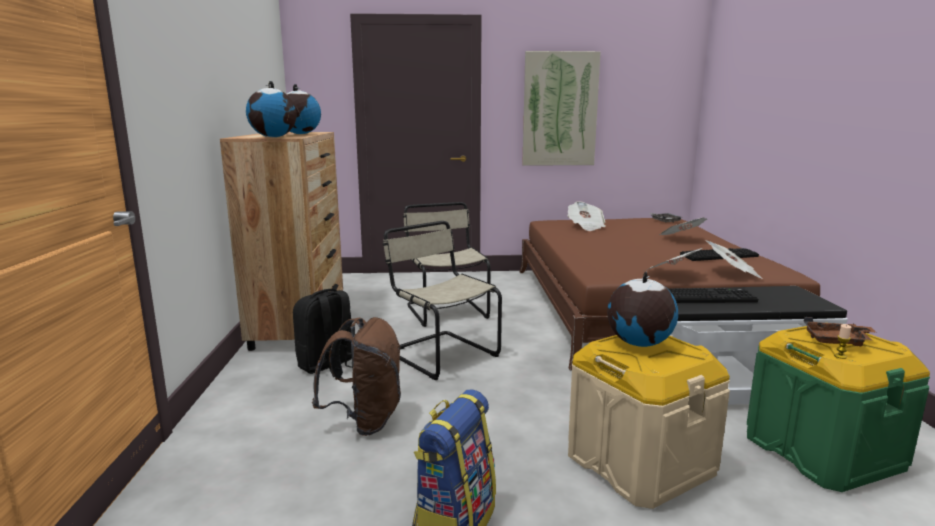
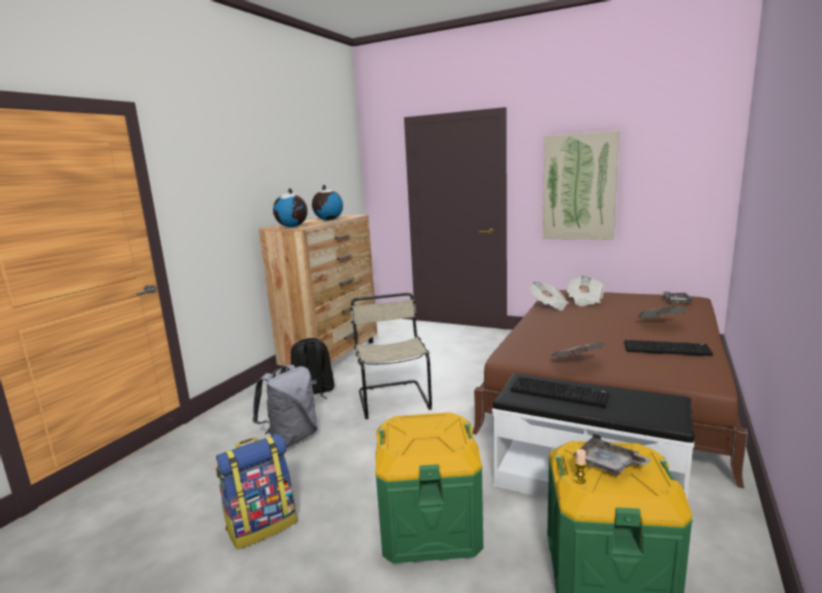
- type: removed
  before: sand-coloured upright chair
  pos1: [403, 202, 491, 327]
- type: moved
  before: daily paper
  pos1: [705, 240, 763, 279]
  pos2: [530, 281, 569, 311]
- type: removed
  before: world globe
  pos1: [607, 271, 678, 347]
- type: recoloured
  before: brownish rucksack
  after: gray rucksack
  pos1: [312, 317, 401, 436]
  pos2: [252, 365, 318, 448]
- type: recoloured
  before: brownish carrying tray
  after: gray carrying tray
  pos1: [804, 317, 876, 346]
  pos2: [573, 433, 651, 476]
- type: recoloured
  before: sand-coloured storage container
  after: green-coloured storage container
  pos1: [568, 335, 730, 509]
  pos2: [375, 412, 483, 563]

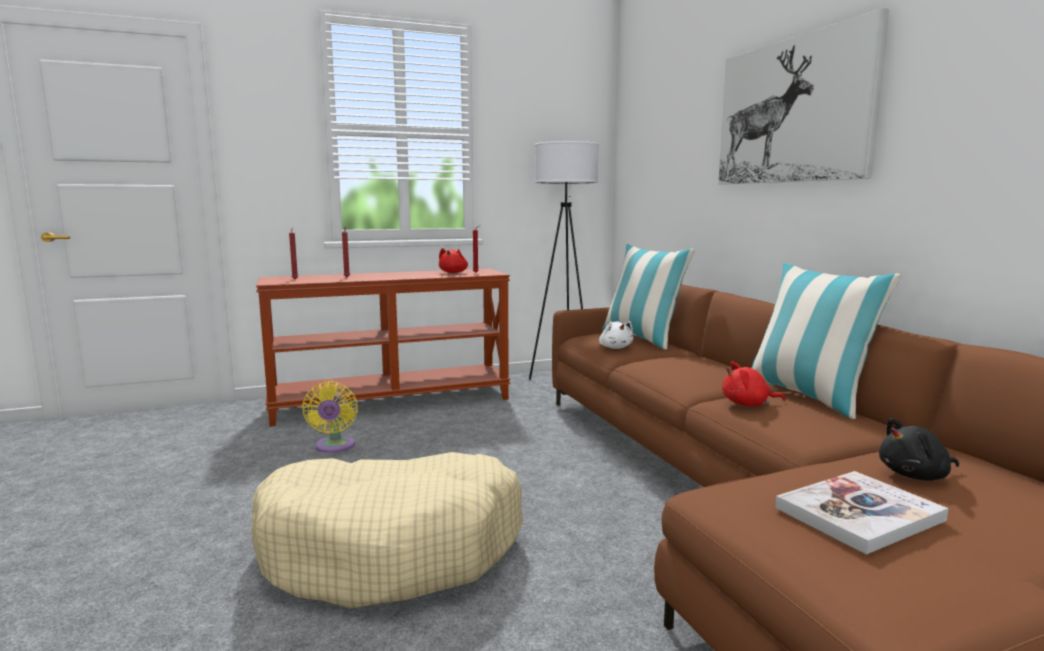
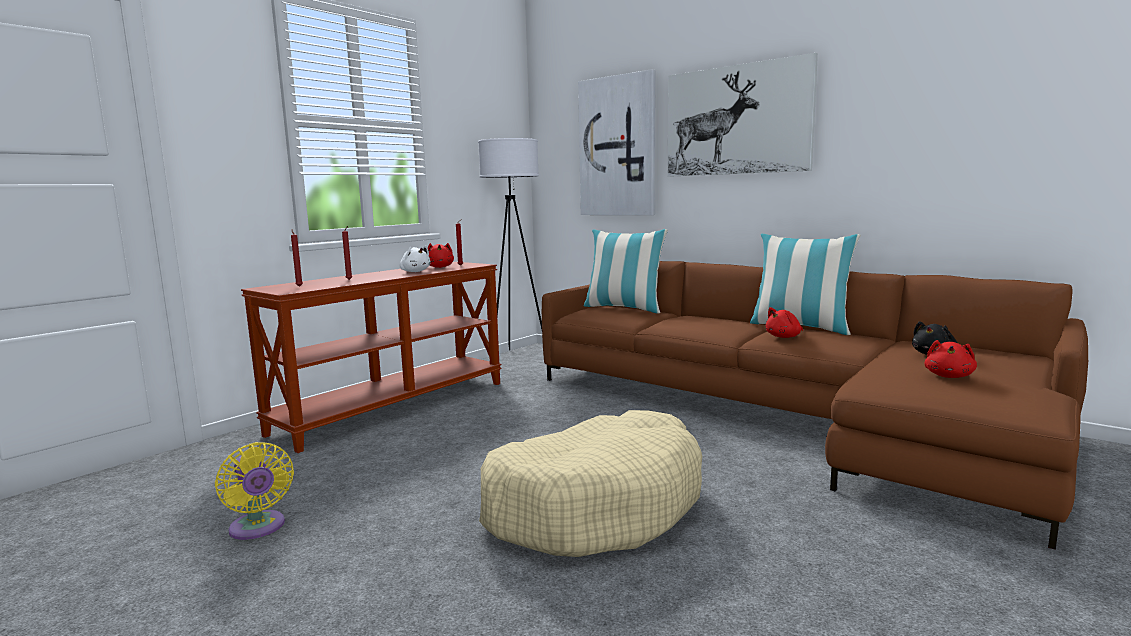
- type: moved
  before: whitish soft toy
  pos1: [599, 321, 633, 349]
  pos2: [400, 246, 431, 272]
- type: moved
  before: yellow fan
  pos1: [302, 381, 358, 453]
  pos2: [215, 442, 294, 540]
- type: replaced
  before: bound book
  after: red-coloured soft toy
  pos1: [775, 471, 949, 555]
  pos2: [924, 340, 977, 378]
- type: added
  after: picture
  pos2: [578, 69, 655, 215]

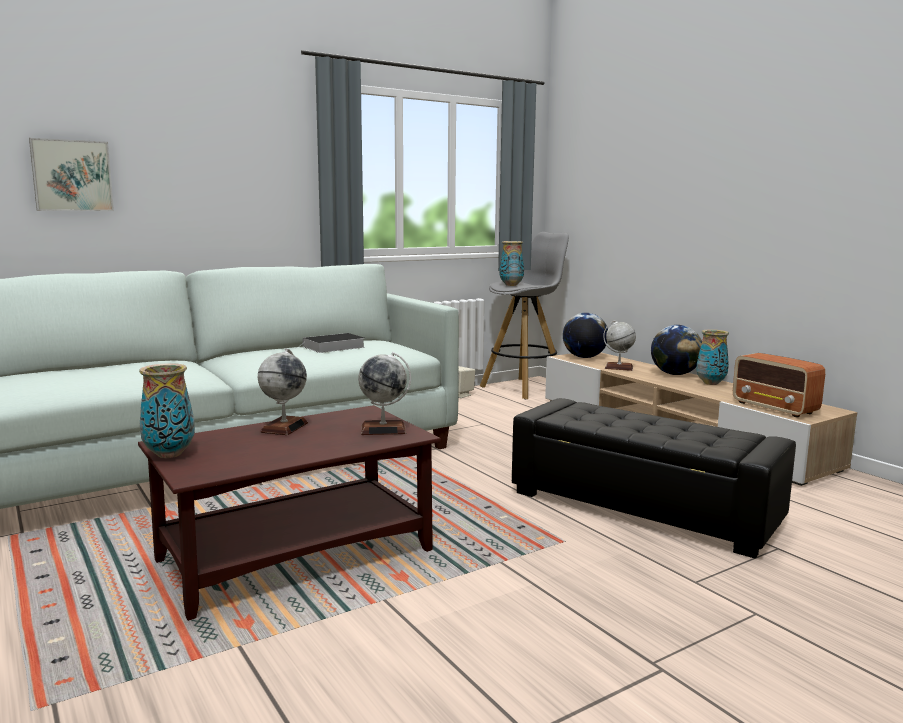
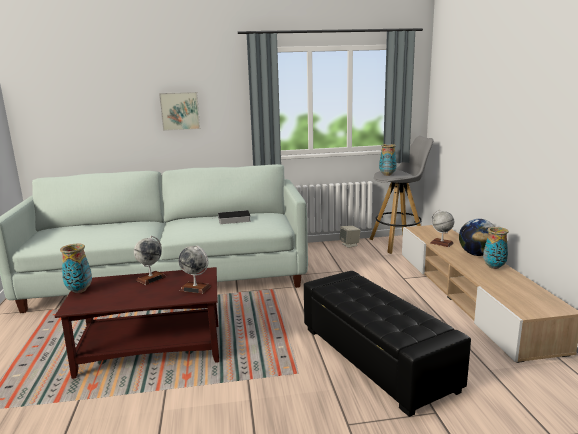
- type: moved
  before: picture
  pos1: [29, 138, 114, 211]
  pos2: [159, 92, 200, 131]
- type: removed
  before: world globe
  pos1: [563, 313, 608, 358]
- type: removed
  before: radio receiver
  pos1: [733, 353, 825, 418]

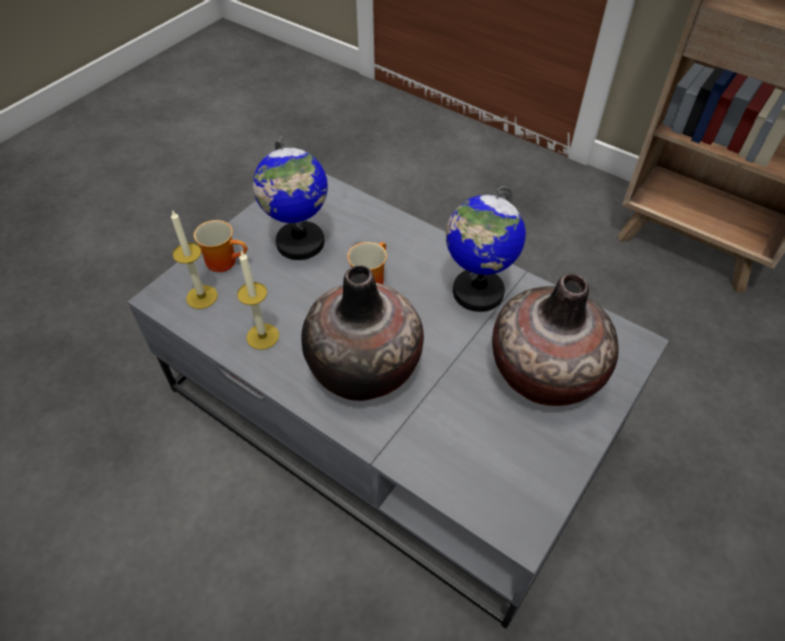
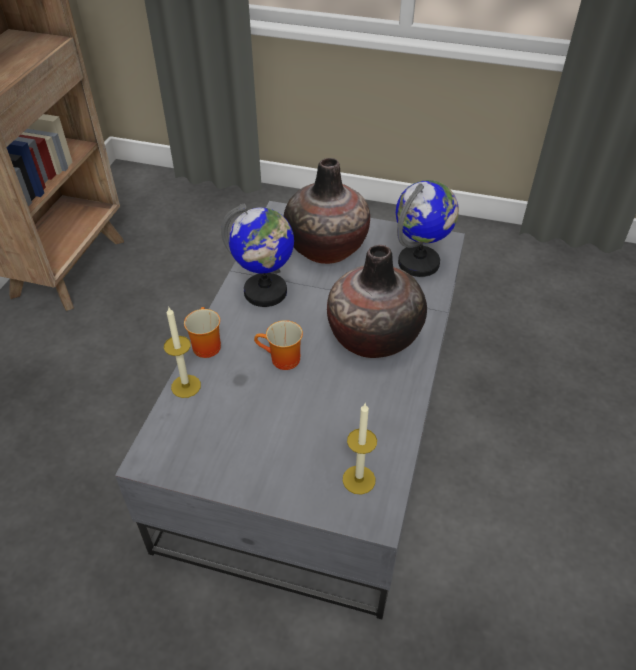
- type: moved
  before: world globe
  pos1: [253, 136, 328, 260]
  pos2: [396, 180, 459, 277]
- type: moved
  before: mug
  pos1: [194, 220, 247, 272]
  pos2: [184, 307, 221, 358]
- type: moved
  before: candle
  pos1: [237, 250, 279, 350]
  pos2: [164, 307, 201, 398]

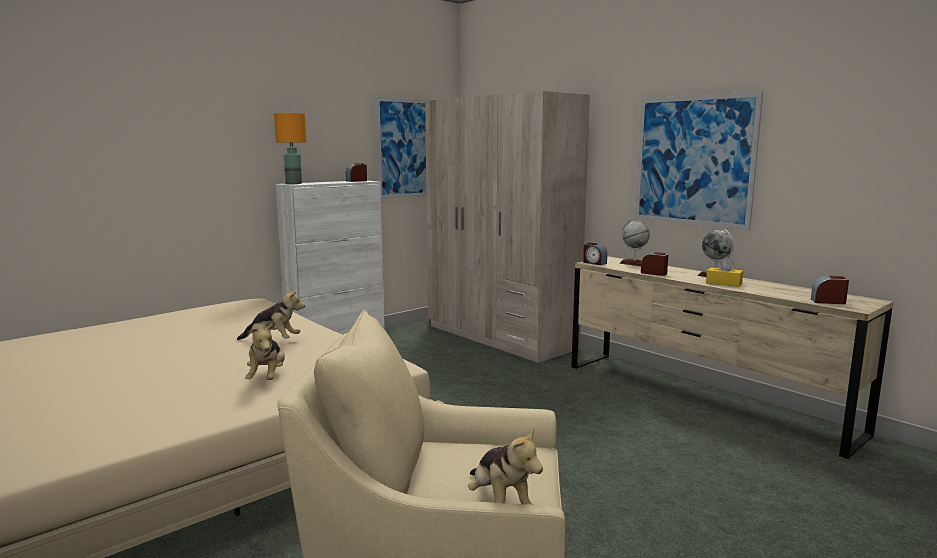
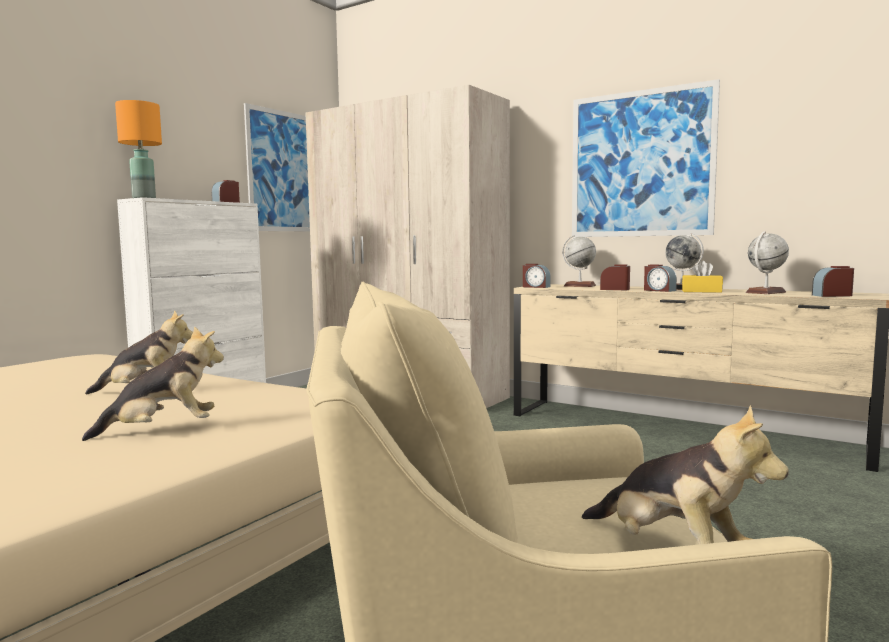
- type: turned
  before: soft toy
  pos1: [245, 323, 285, 380]
  pos2: [82, 326, 224, 441]
  turn: -90
- type: added
  after: world globe
  pos2: [745, 231, 789, 294]
- type: added
  after: alarm clock
  pos2: [644, 265, 677, 292]

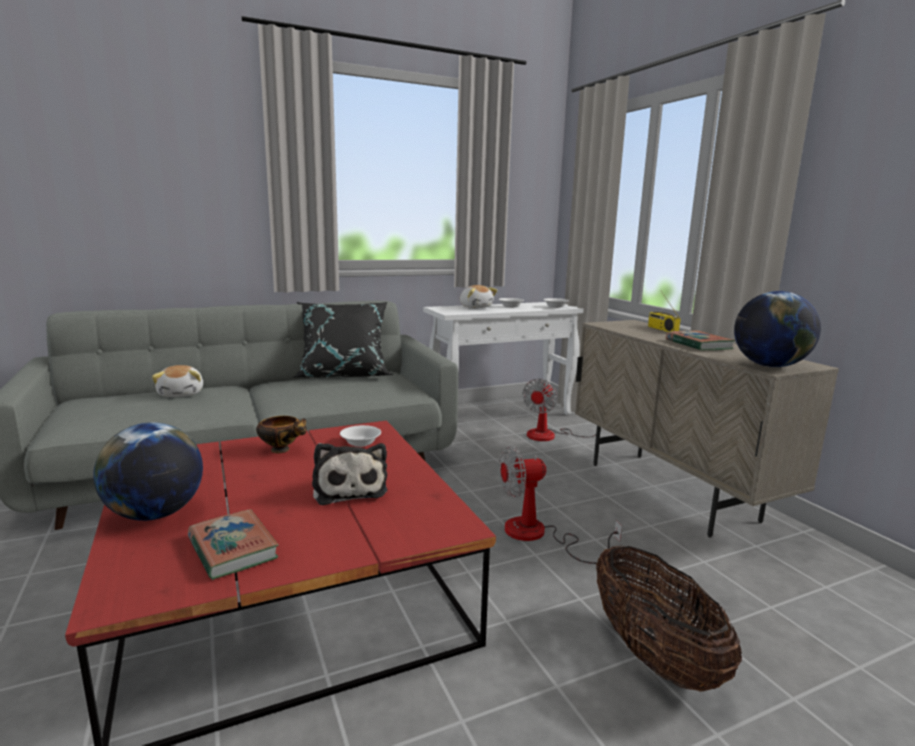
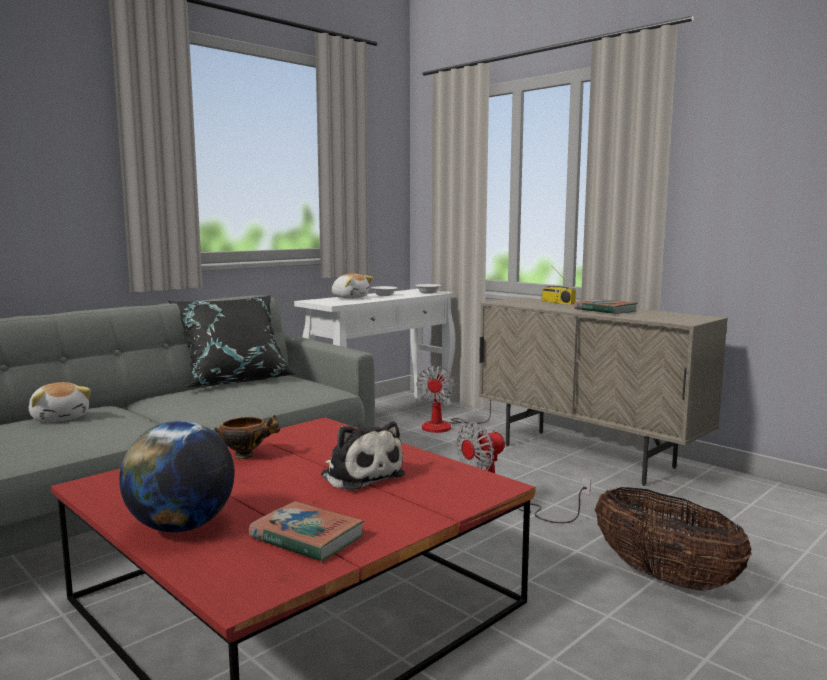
- type: removed
  before: world globe
  pos1: [734, 291, 821, 367]
- type: removed
  before: whitish deep dish
  pos1: [340, 425, 381, 447]

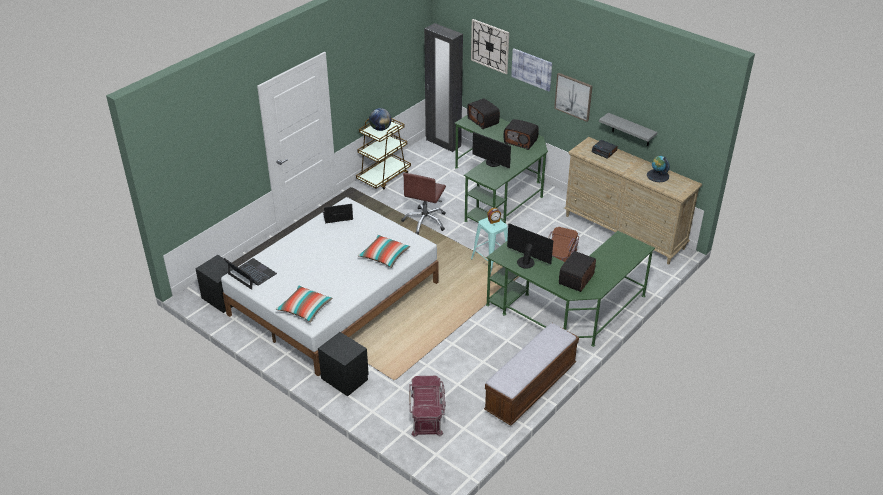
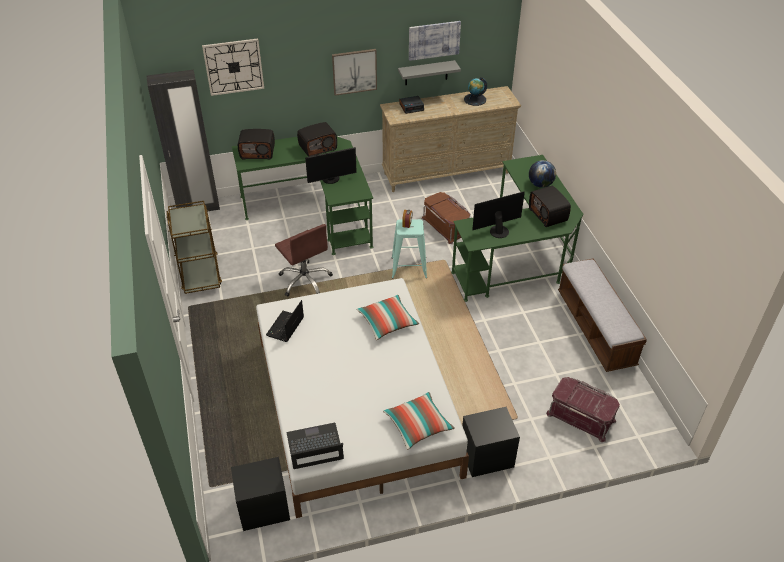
- type: moved
  before: picture
  pos1: [511, 48, 552, 92]
  pos2: [409, 21, 461, 61]
- type: moved
  before: world globe
  pos1: [369, 108, 391, 131]
  pos2: [529, 160, 556, 188]

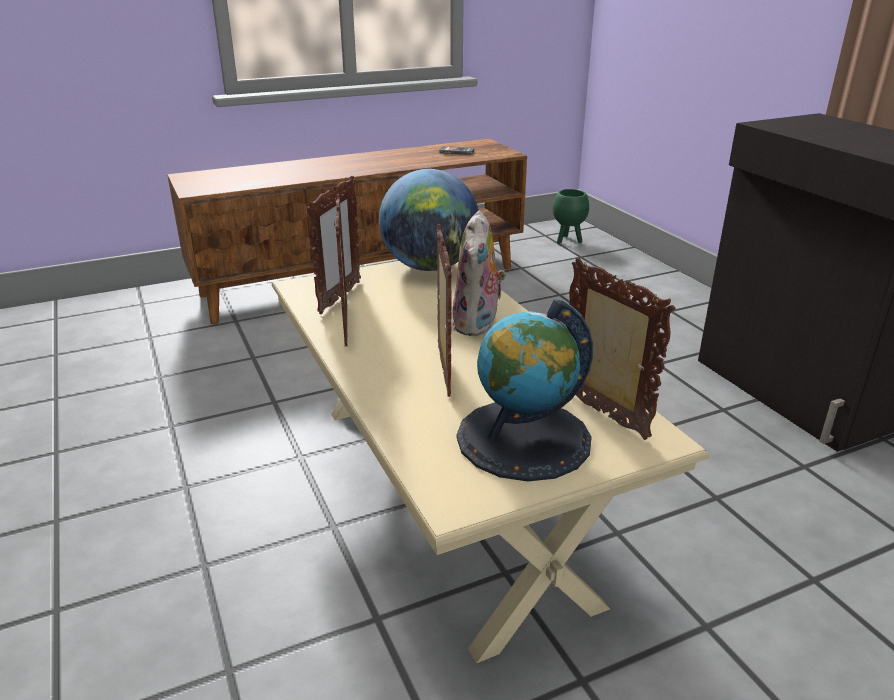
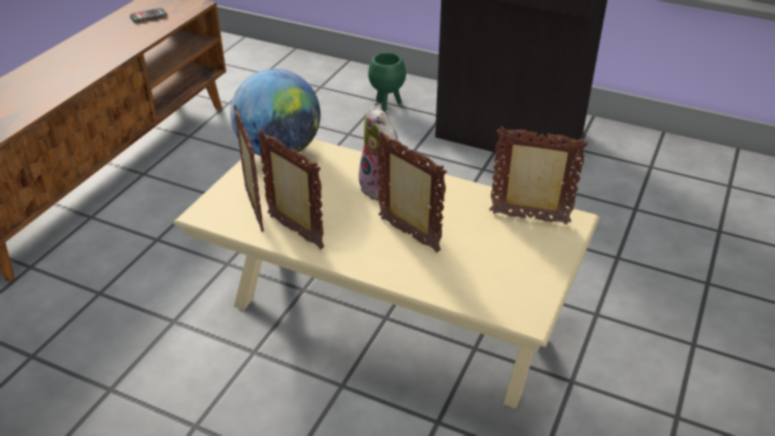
- type: moved
  before: green-coloured planter
  pos1: [553, 189, 589, 244]
  pos2: [368, 53, 406, 112]
- type: removed
  before: world globe
  pos1: [457, 300, 593, 482]

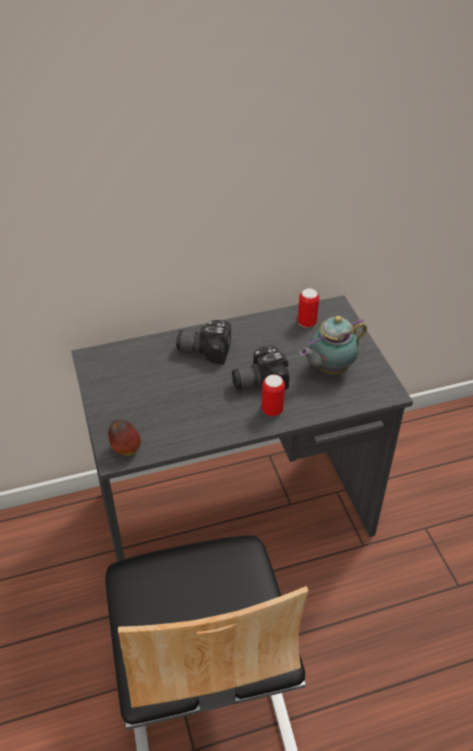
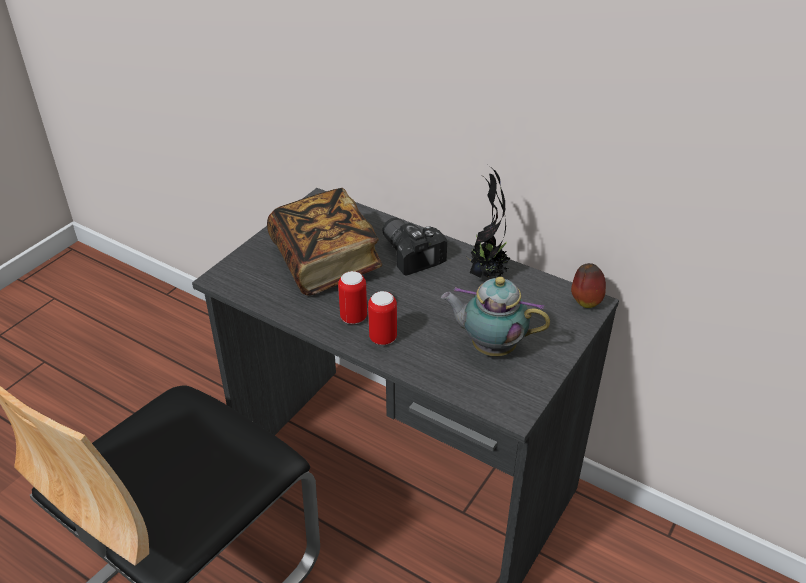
- type: moved
  before: can
  pos1: [298, 289, 319, 328]
  pos2: [338, 271, 367, 324]
- type: removed
  before: still camera
  pos1: [232, 345, 290, 390]
- type: moved
  before: whole apple
  pos1: [108, 419, 141, 456]
  pos2: [571, 263, 606, 308]
- type: added
  after: potted plant
  pos2: [466, 165, 510, 278]
- type: added
  after: bound book
  pos2: [267, 188, 382, 295]

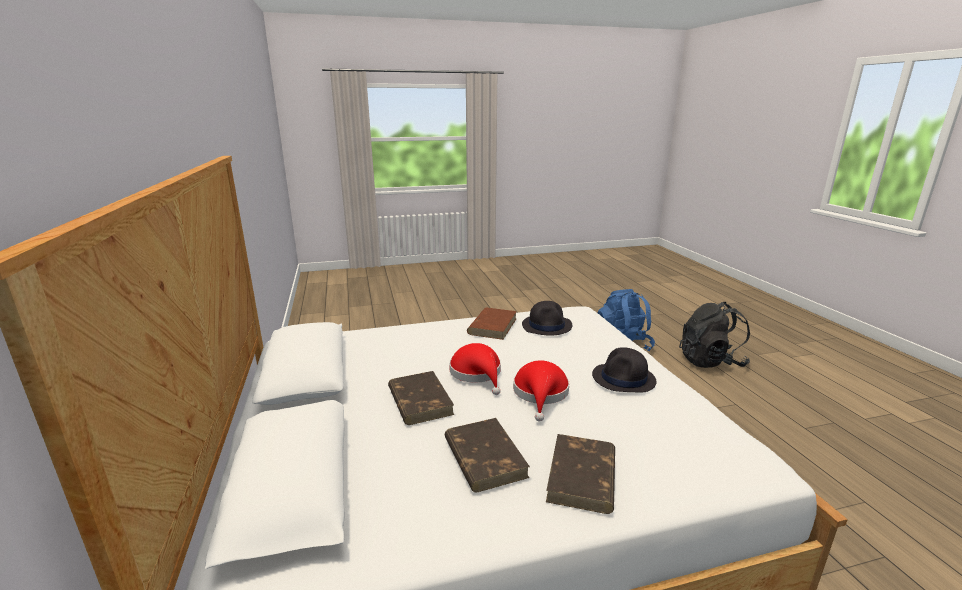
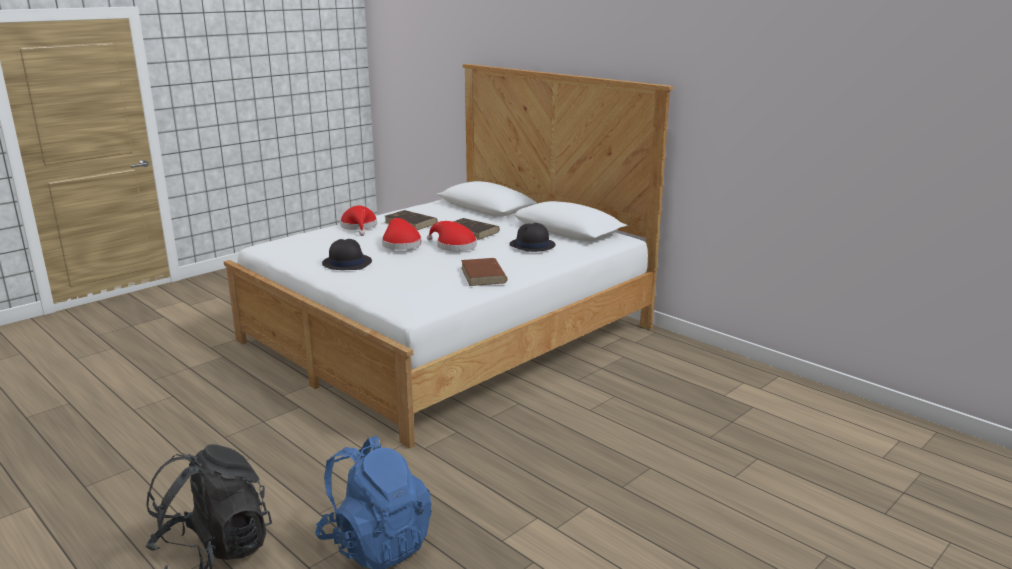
- type: moved
  before: black wearable hat
  pos1: [522, 301, 572, 336]
  pos2: [510, 223, 556, 252]
- type: replaced
  before: brownish bound book
  after: red-coloured wearable hat
  pos1: [546, 434, 615, 514]
  pos2: [340, 206, 377, 236]

